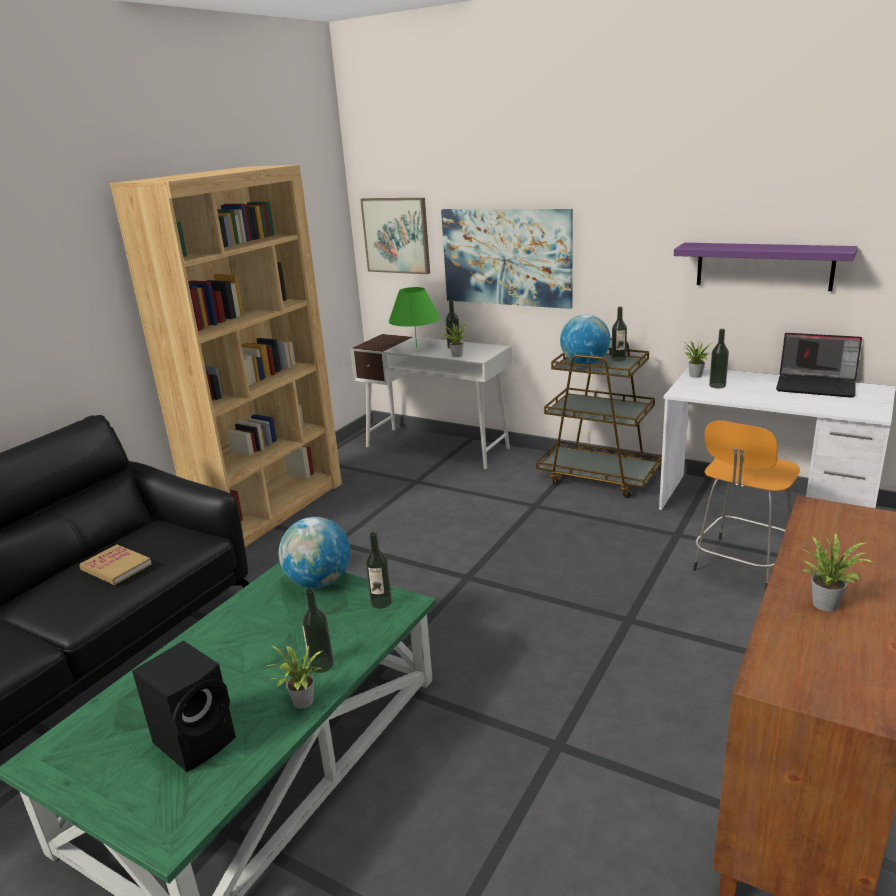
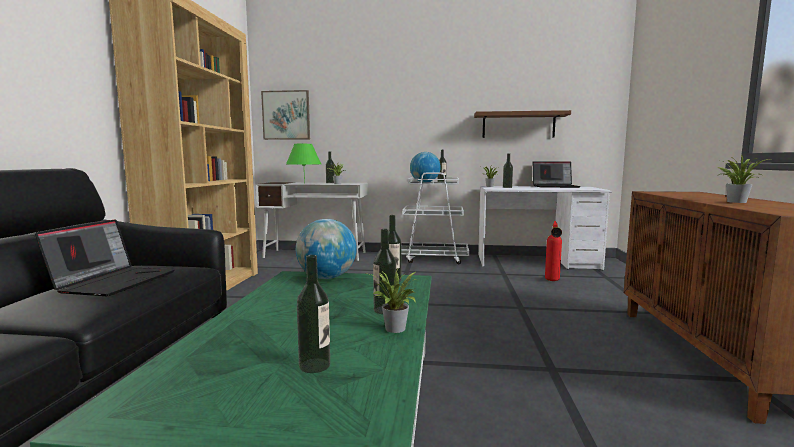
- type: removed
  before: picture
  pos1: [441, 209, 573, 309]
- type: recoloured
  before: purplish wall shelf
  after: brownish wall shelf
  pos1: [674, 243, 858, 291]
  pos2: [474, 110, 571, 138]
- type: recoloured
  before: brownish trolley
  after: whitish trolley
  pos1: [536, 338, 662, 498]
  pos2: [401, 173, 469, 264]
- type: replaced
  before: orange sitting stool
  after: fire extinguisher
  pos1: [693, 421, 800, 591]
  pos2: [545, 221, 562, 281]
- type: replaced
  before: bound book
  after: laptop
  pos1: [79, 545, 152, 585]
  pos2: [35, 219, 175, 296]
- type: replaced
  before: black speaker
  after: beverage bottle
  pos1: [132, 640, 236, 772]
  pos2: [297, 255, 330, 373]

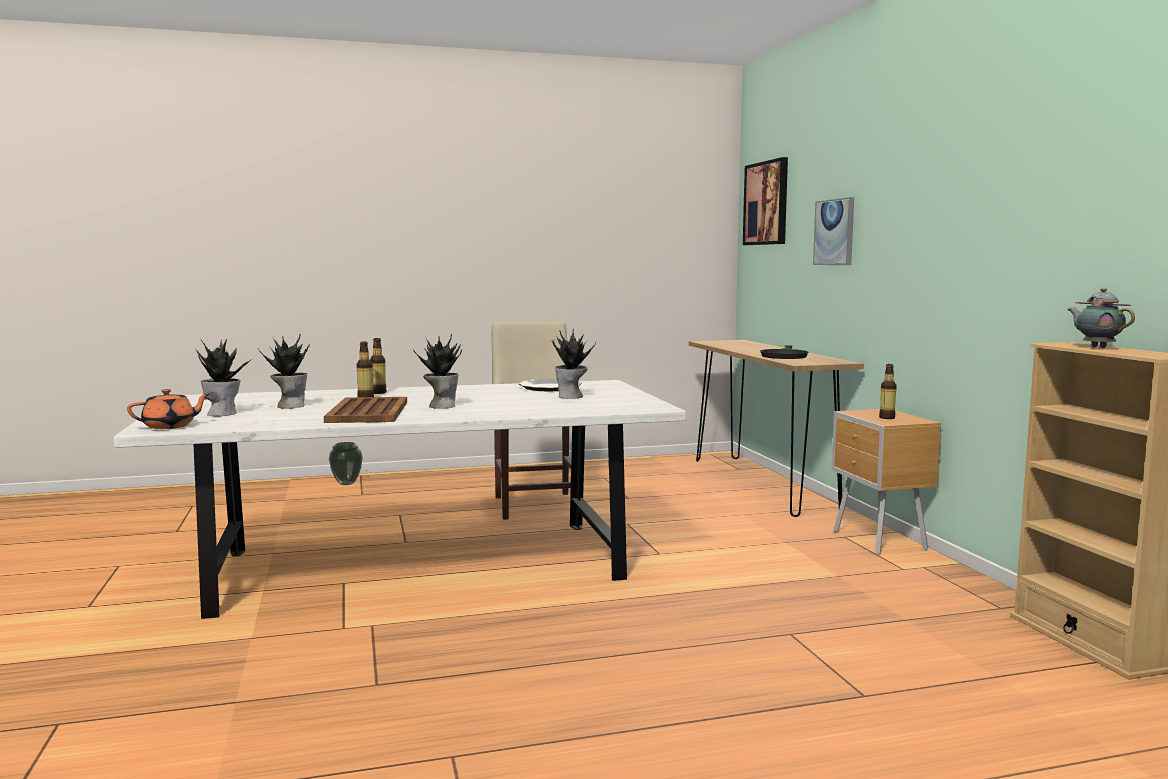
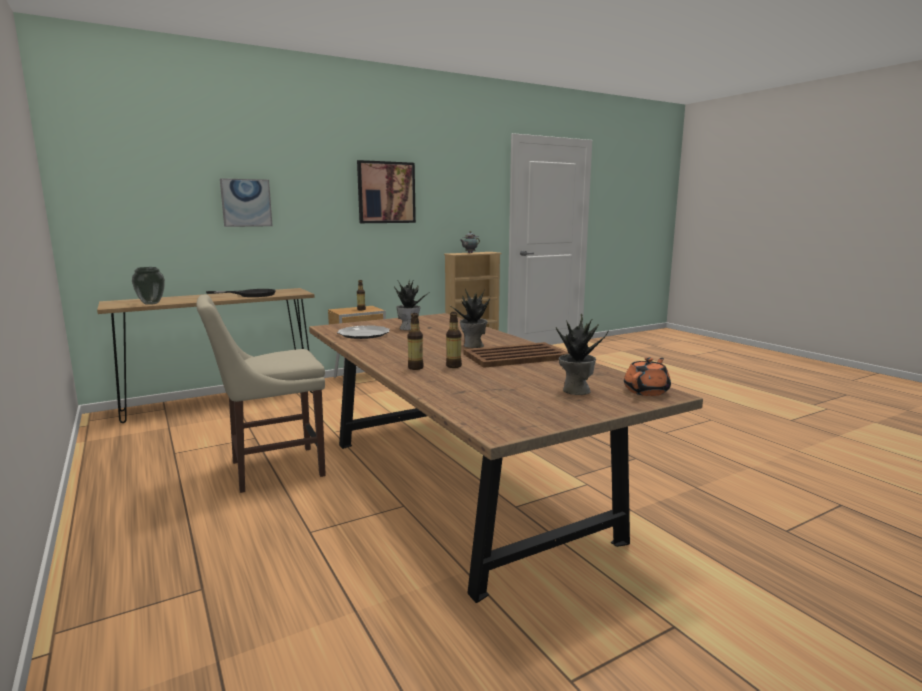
- type: moved
  before: picture
  pos1: [743, 157, 788, 245]
  pos2: [357, 160, 416, 223]
- type: removed
  before: potted plant
  pos1: [258, 334, 310, 409]
- type: recoloured
  before: whitish dining table
  after: brownish dining table
  pos1: [114, 380, 686, 619]
  pos2: [309, 313, 703, 603]
- type: turned
  before: orange teapot
  pos1: [127, 389, 210, 429]
  pos2: [624, 357, 671, 396]
  turn: 90
- type: moved
  before: decorative vase
  pos1: [329, 442, 363, 485]
  pos2: [132, 267, 165, 305]

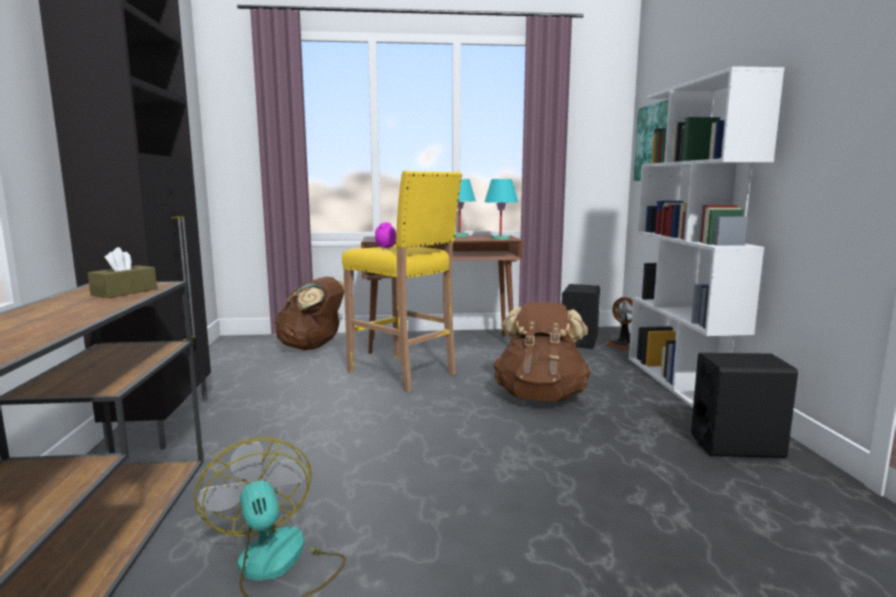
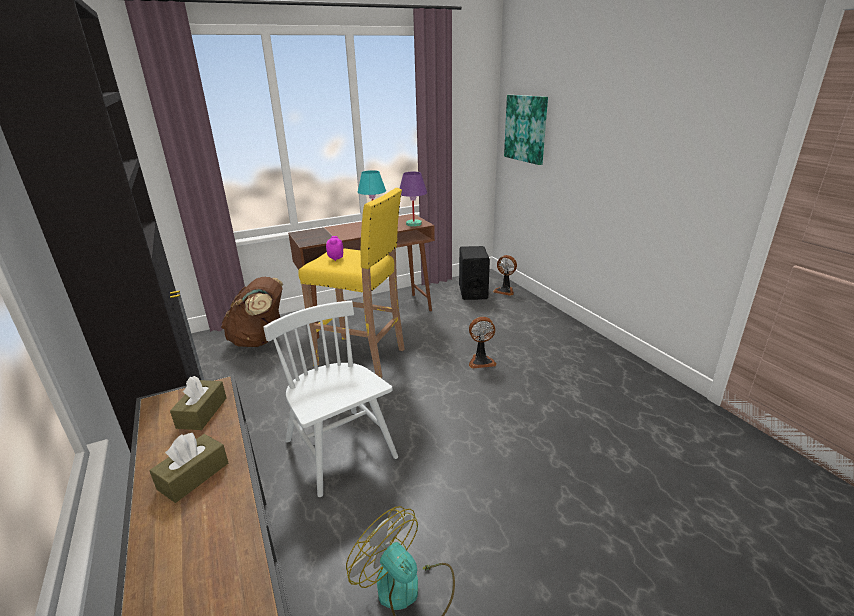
- type: removed
  before: whitish bookshelf
  pos1: [629, 66, 784, 408]
- type: recoloured
  before: blue-green tabletop lamp
  after: purplish tabletop lamp
  pos1: [485, 179, 518, 240]
  pos2: [400, 172, 427, 227]
- type: replaced
  before: brownish rucksack
  after: fan
  pos1: [493, 302, 591, 402]
  pos2: [469, 317, 497, 369]
- type: removed
  before: black speaker
  pos1: [691, 353, 798, 458]
- type: added
  after: whitish upright chair
  pos2: [264, 301, 398, 497]
- type: added
  after: brownish box of tissues
  pos2: [149, 433, 228, 503]

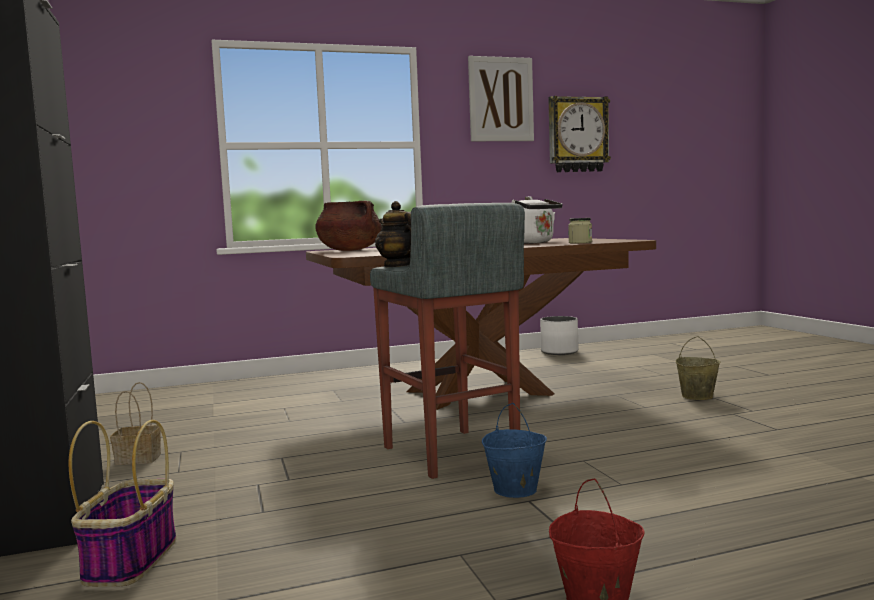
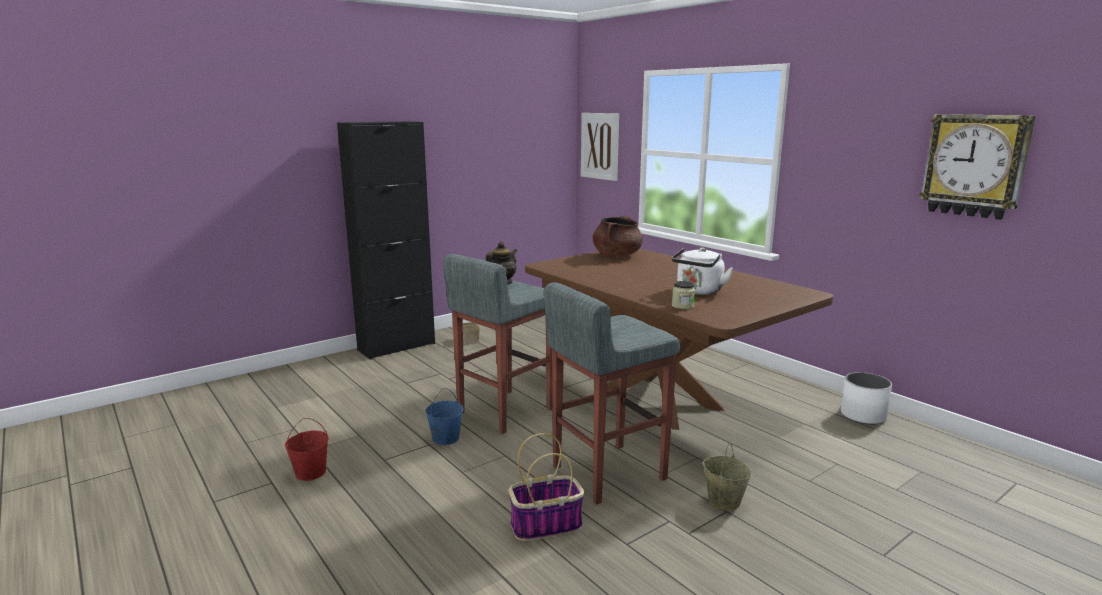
- type: moved
  before: picture
  pos1: [468, 56, 534, 141]
  pos2: [581, 113, 619, 181]
- type: moved
  before: household basket
  pos1: [69, 420, 177, 587]
  pos2: [509, 433, 584, 541]
- type: added
  after: gray sitting stool
  pos2: [544, 282, 681, 505]

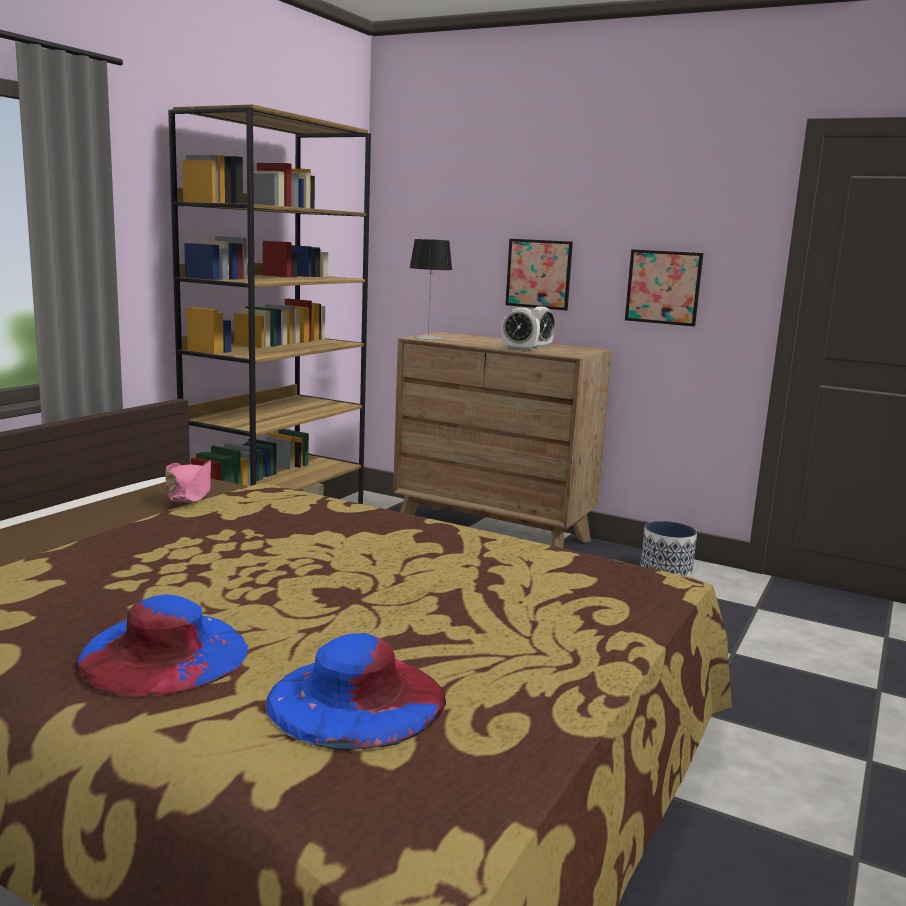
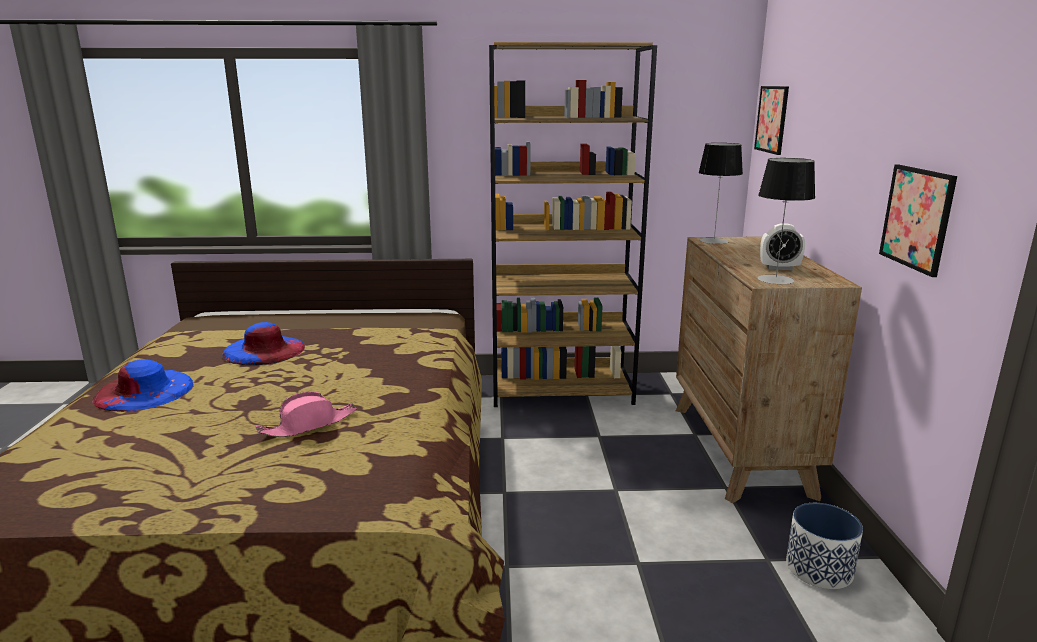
- type: moved
  before: picture
  pos1: [506, 239, 573, 310]
  pos2: [754, 86, 789, 155]
- type: removed
  before: alarm clock
  pos1: [501, 308, 540, 351]
- type: moved
  before: pinkish wearable hat
  pos1: [165, 460, 211, 503]
  pos2: [256, 392, 357, 437]
- type: moved
  before: bluish wearable hat
  pos1: [265, 633, 446, 750]
  pos2: [222, 322, 305, 365]
- type: added
  after: tabletop lamp
  pos2: [757, 158, 815, 284]

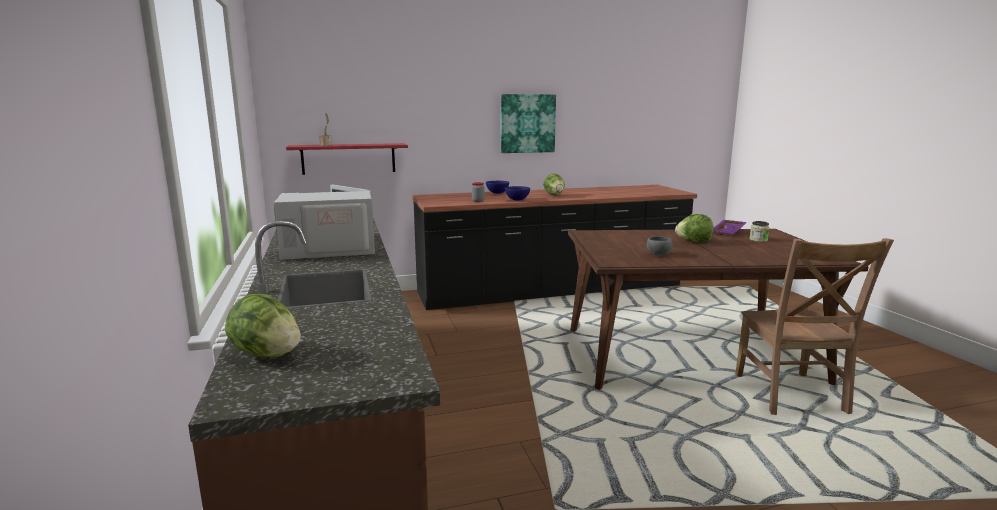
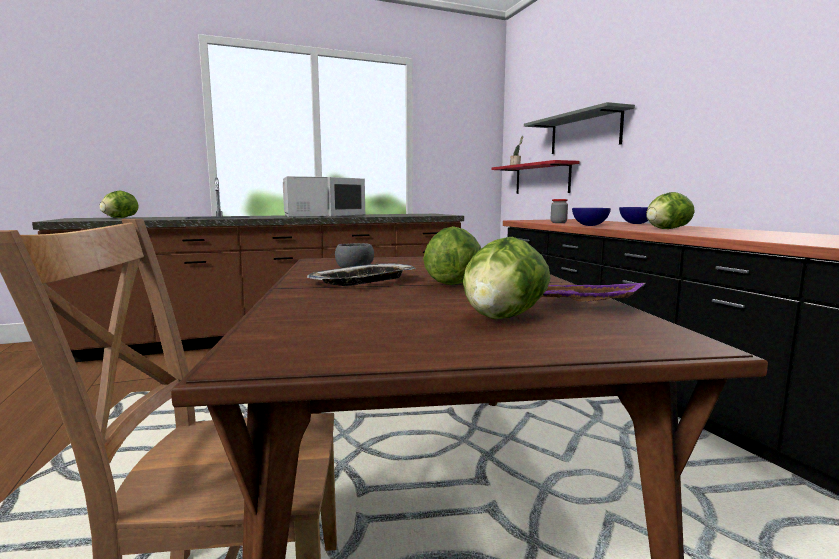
- type: removed
  before: picture
  pos1: [501, 94, 556, 153]
- type: replaced
  before: preserve jar
  after: lettuce
  pos1: [749, 221, 770, 242]
  pos2: [463, 237, 551, 319]
- type: added
  after: gray wall shelf
  pos2: [524, 102, 635, 154]
- type: added
  after: carrying tray
  pos2: [307, 263, 416, 286]

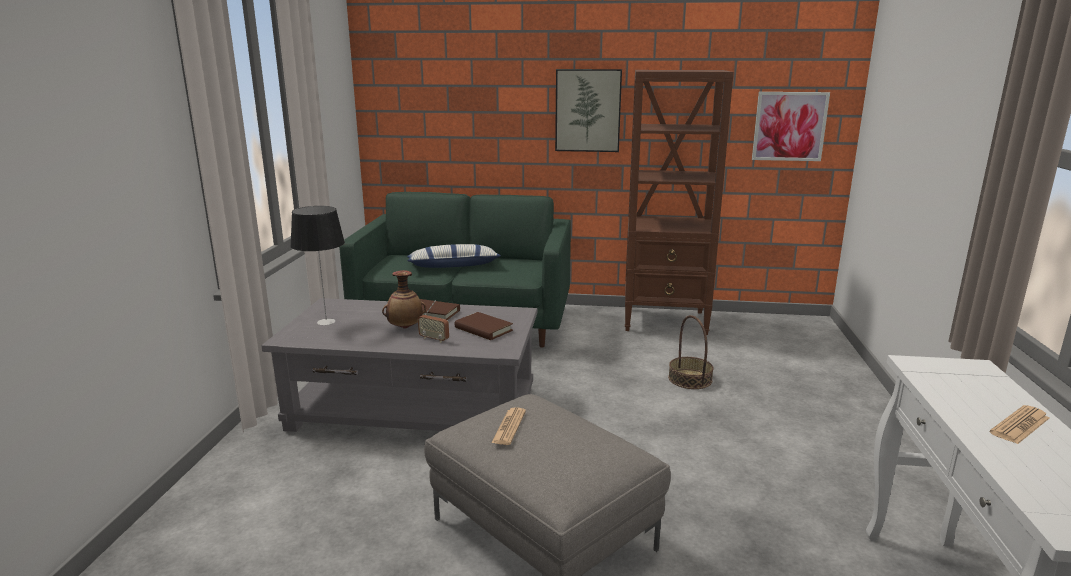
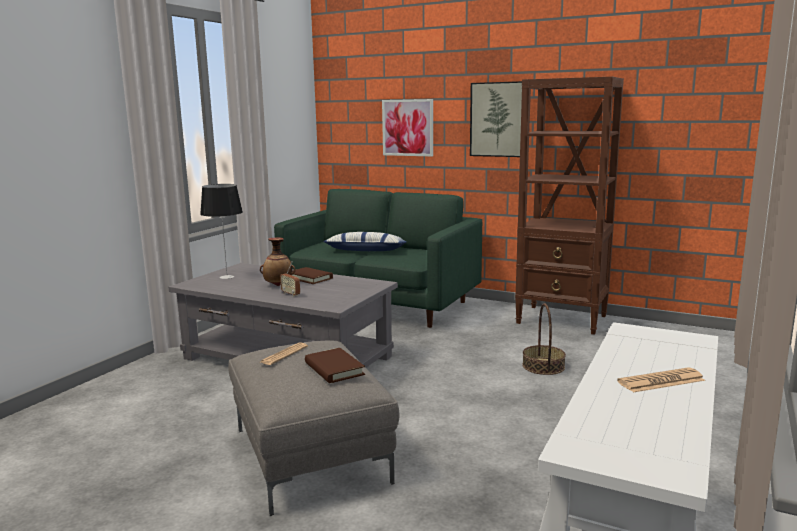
- type: moved
  before: picture
  pos1: [752, 92, 830, 161]
  pos2: [382, 99, 433, 156]
- type: moved
  before: brownish bound book
  pos1: [454, 312, 513, 340]
  pos2: [305, 348, 365, 383]

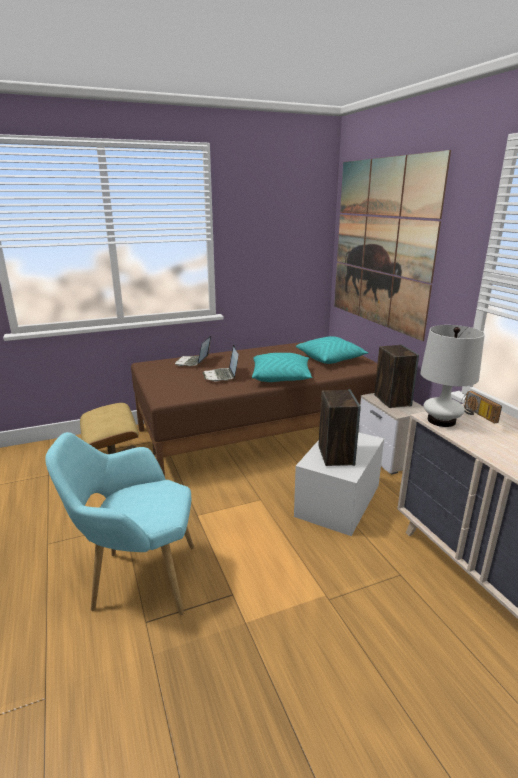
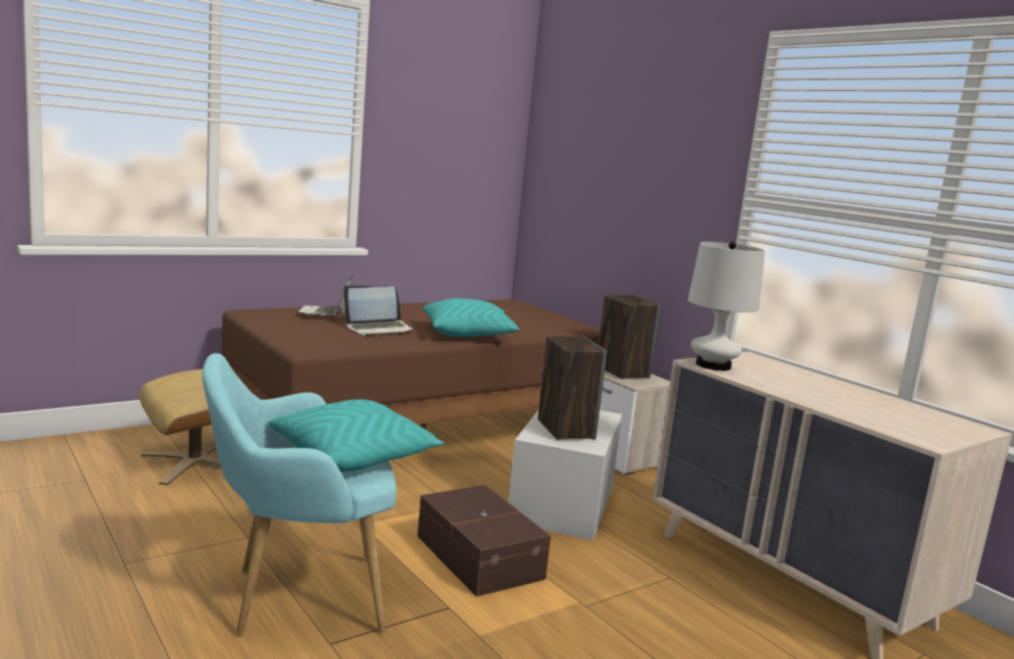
- type: removed
  before: picture
  pos1: [334, 150, 451, 341]
- type: moved
  before: blue-green cushion
  pos1: [296, 336, 369, 364]
  pos2: [268, 399, 445, 472]
- type: turned
  before: laptop
  pos1: [202, 345, 238, 382]
  pos2: [342, 286, 415, 336]
  turn: -90
- type: removed
  before: radio receiver
  pos1: [461, 391, 502, 424]
- type: added
  after: brownish storage container
  pos2: [417, 485, 551, 597]

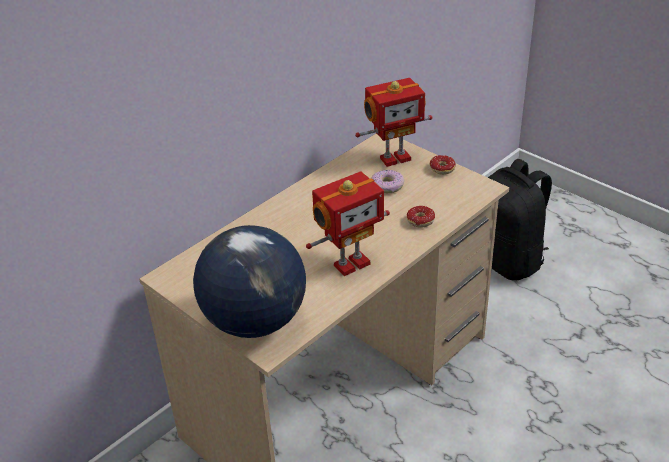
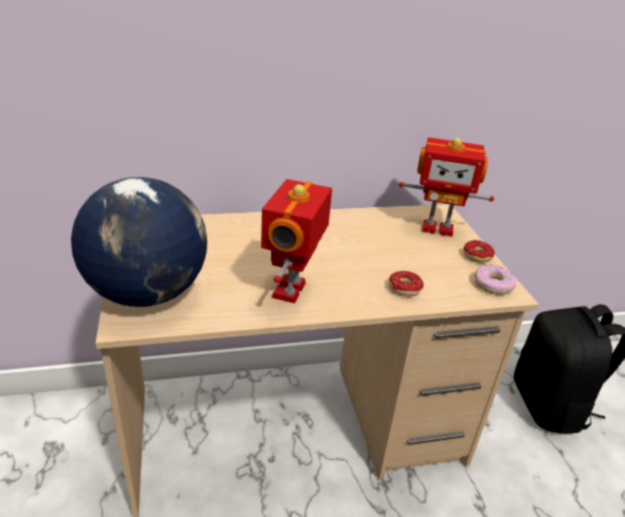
- type: moved
  before: ring doughnut
  pos1: [372, 170, 404, 193]
  pos2: [474, 265, 517, 295]
- type: turned
  before: robot figure
  pos1: [306, 171, 390, 276]
  pos2: [261, 179, 332, 303]
  turn: 105

